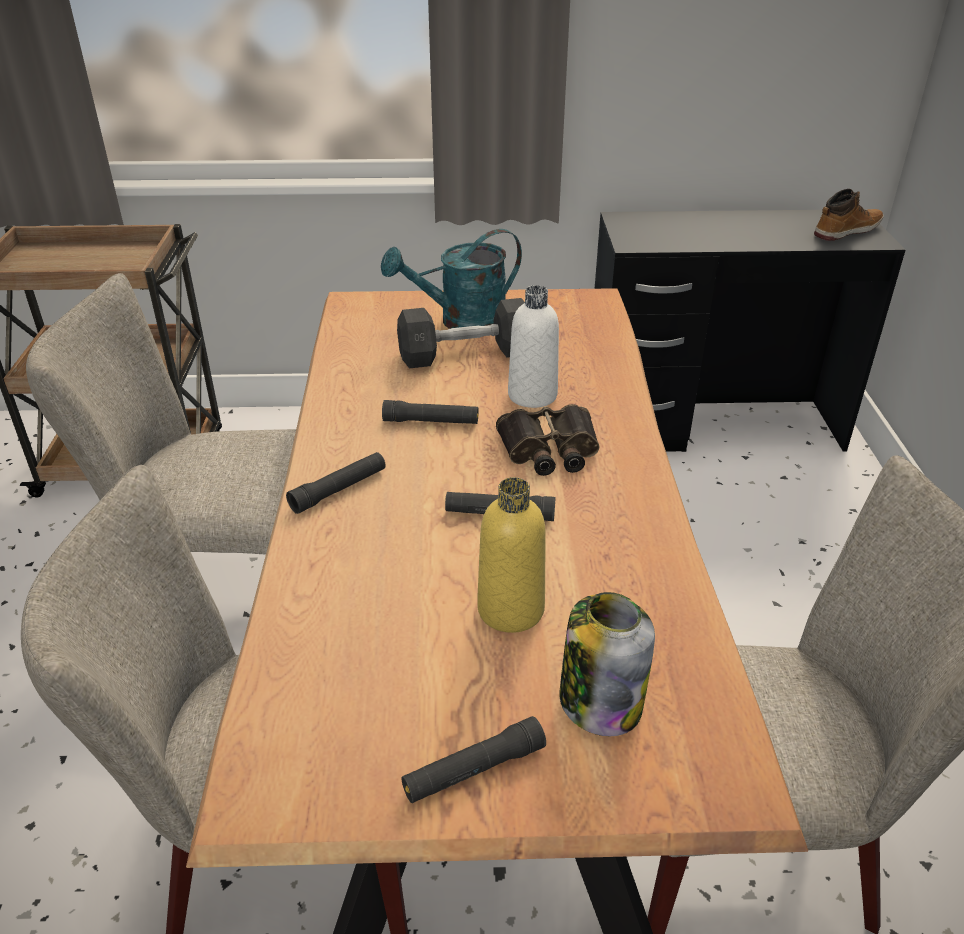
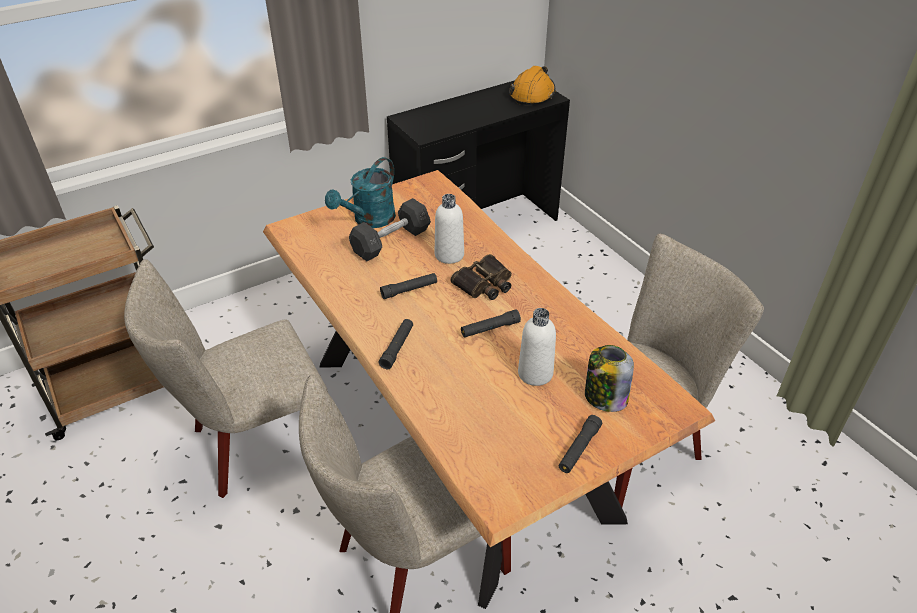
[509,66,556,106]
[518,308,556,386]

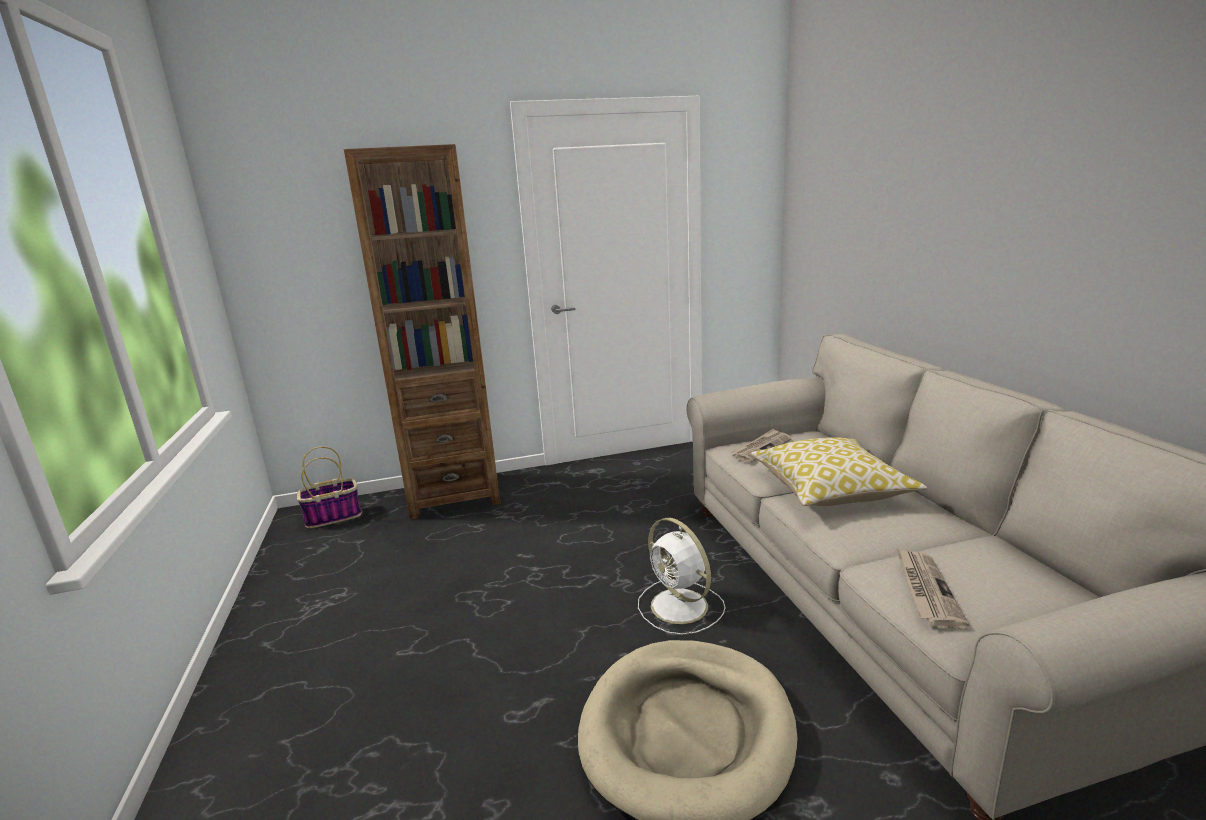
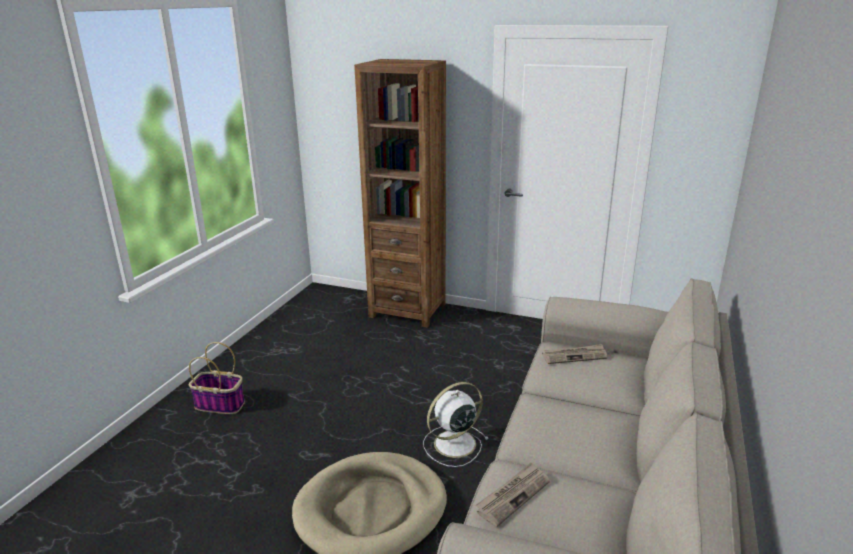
[750,437,927,506] (first image)
[189,342,245,414]
[423,382,488,467]

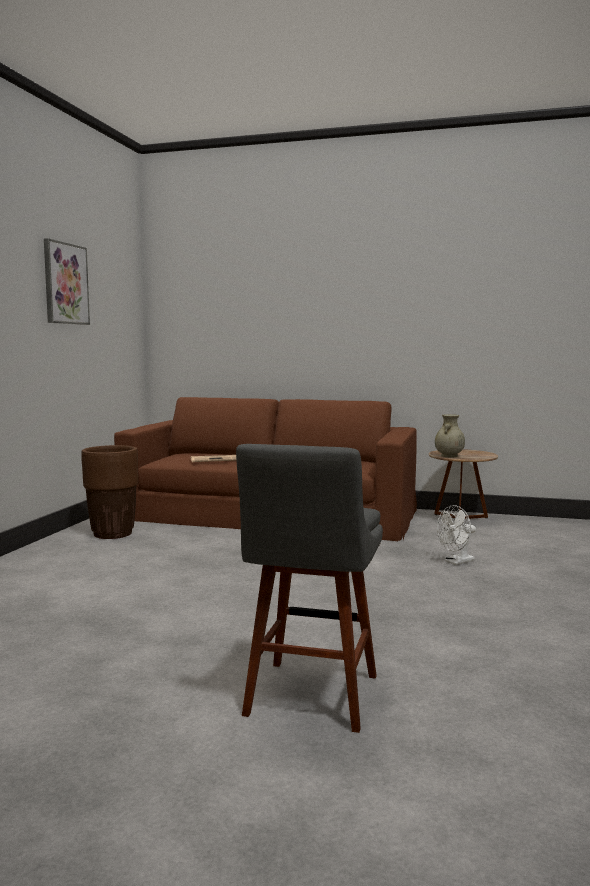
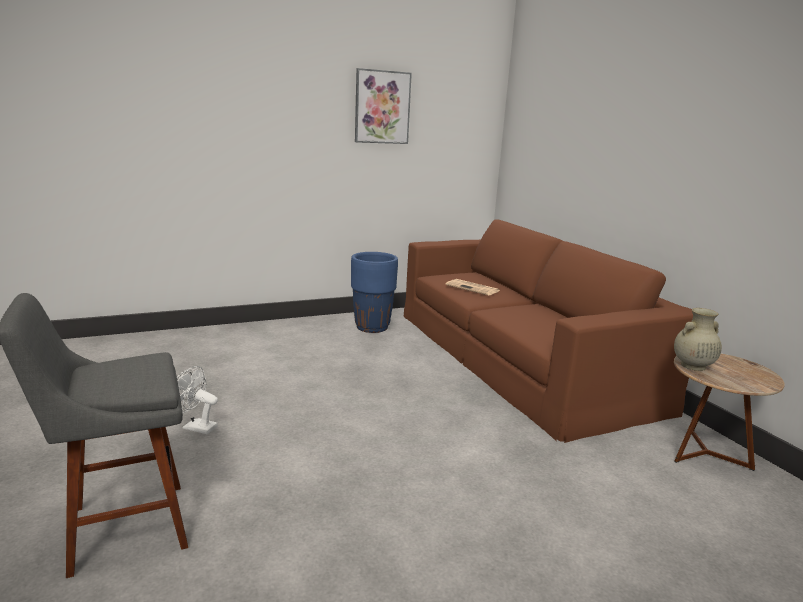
[351,252,398,333]
[177,366,218,434]

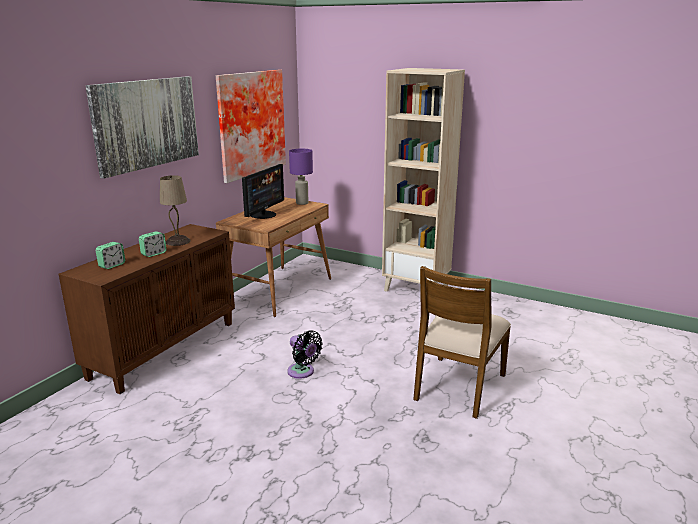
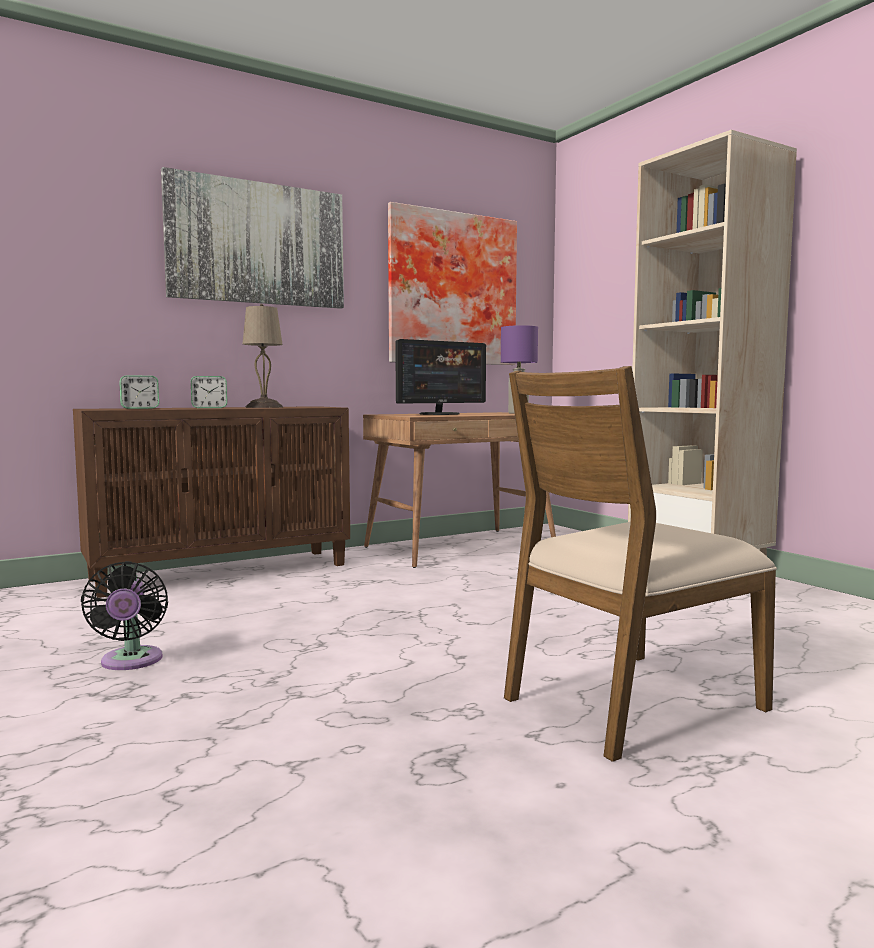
[81,561,168,670]

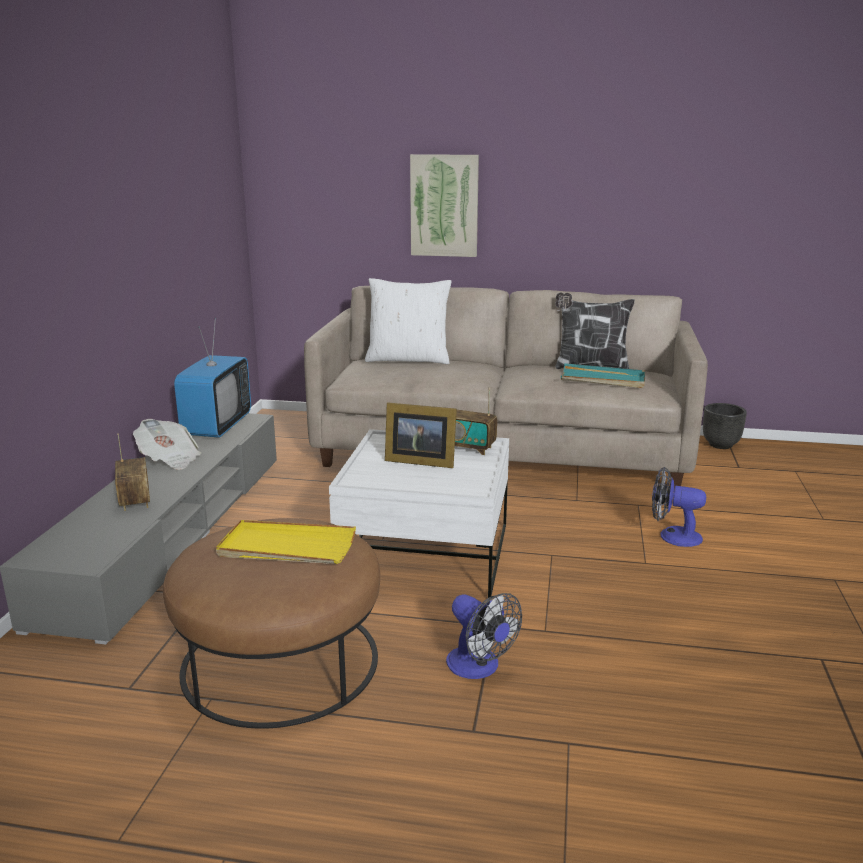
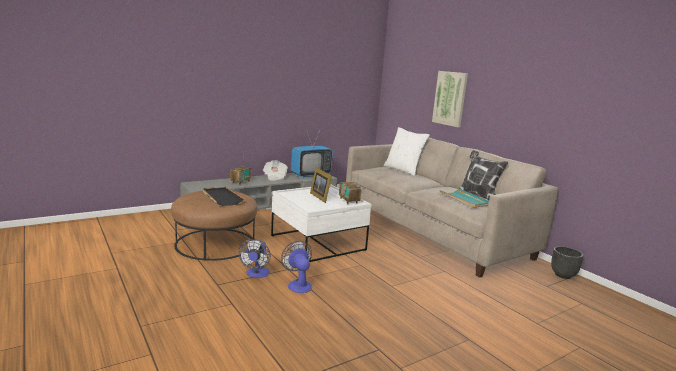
[281,241,312,293]
[203,187,244,206]

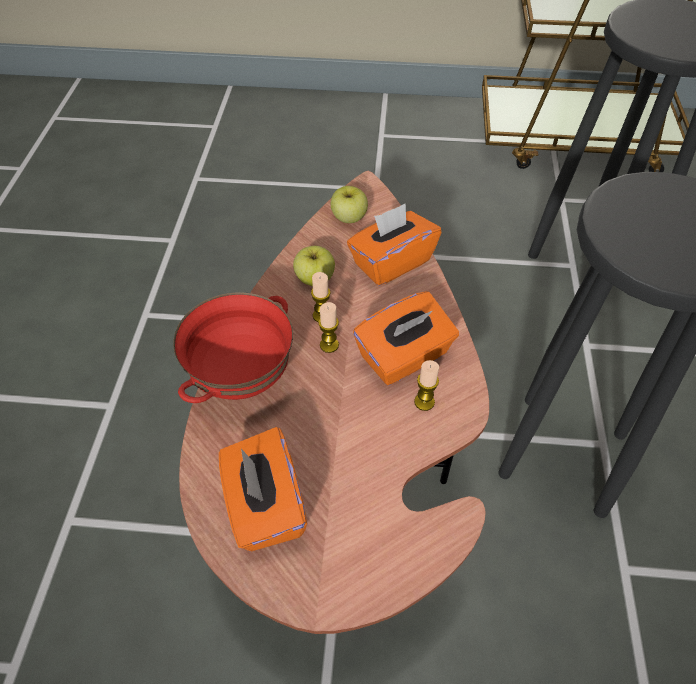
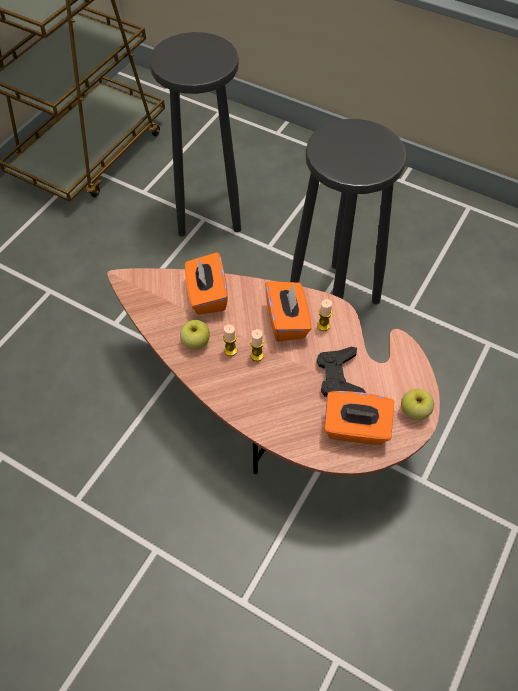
[401,389,434,420]
[173,292,293,403] (first image)
[316,347,366,397]

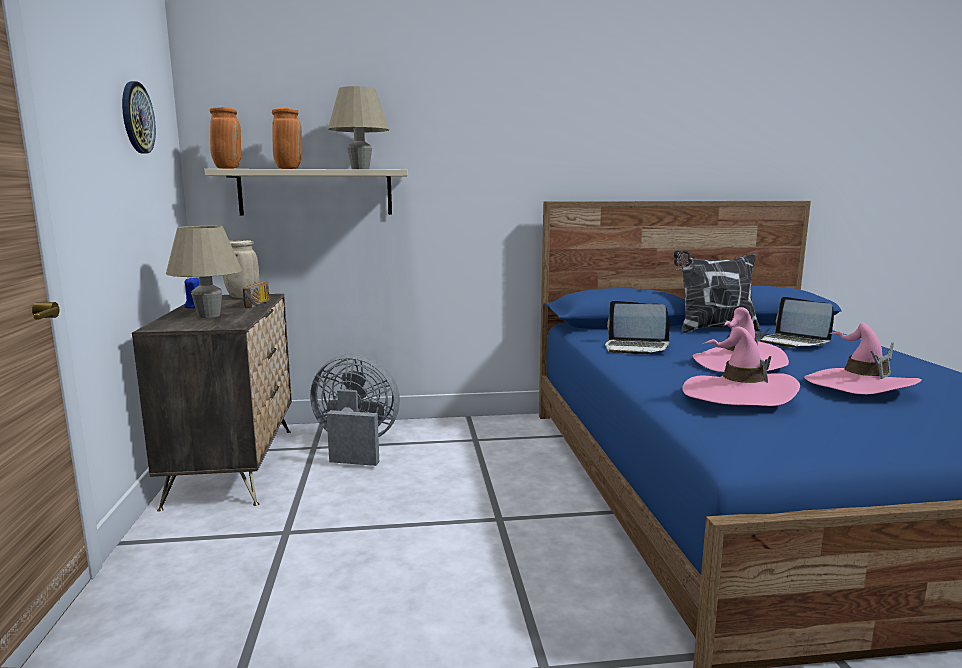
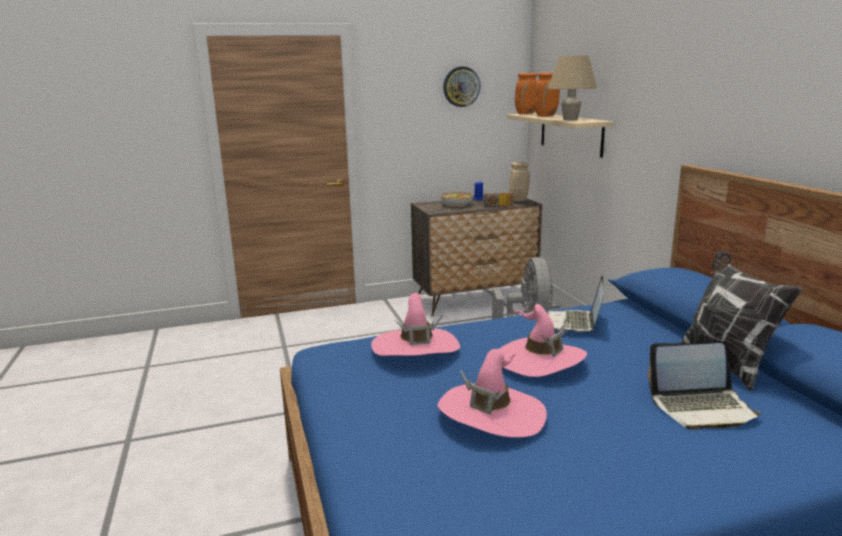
[441,192,473,207]
[647,343,761,430]

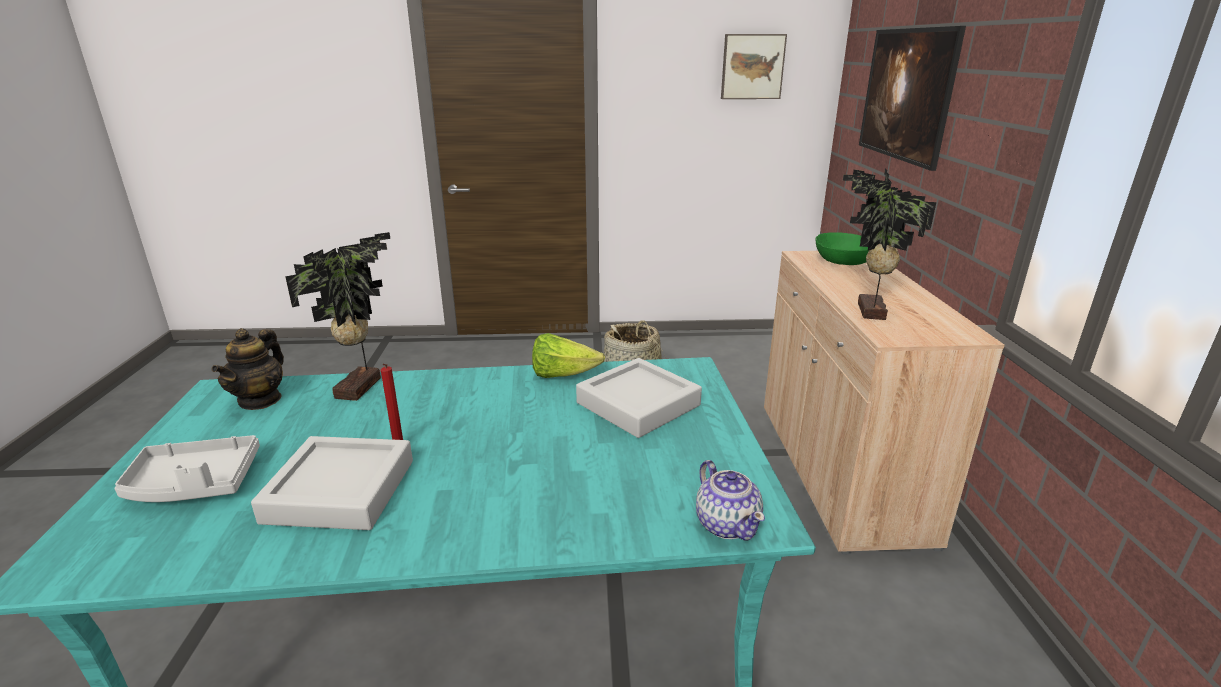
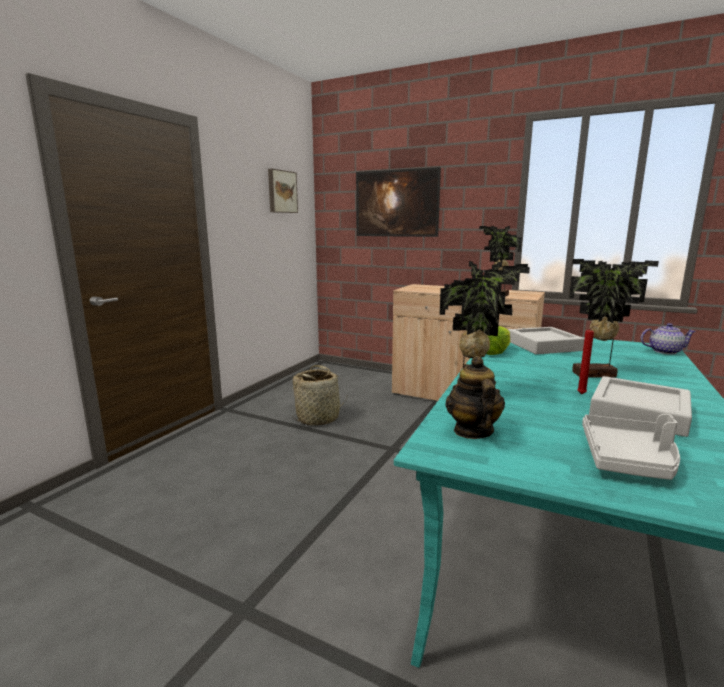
[816,232,869,265] (first image)
[445,356,505,439]
[569,259,659,378]

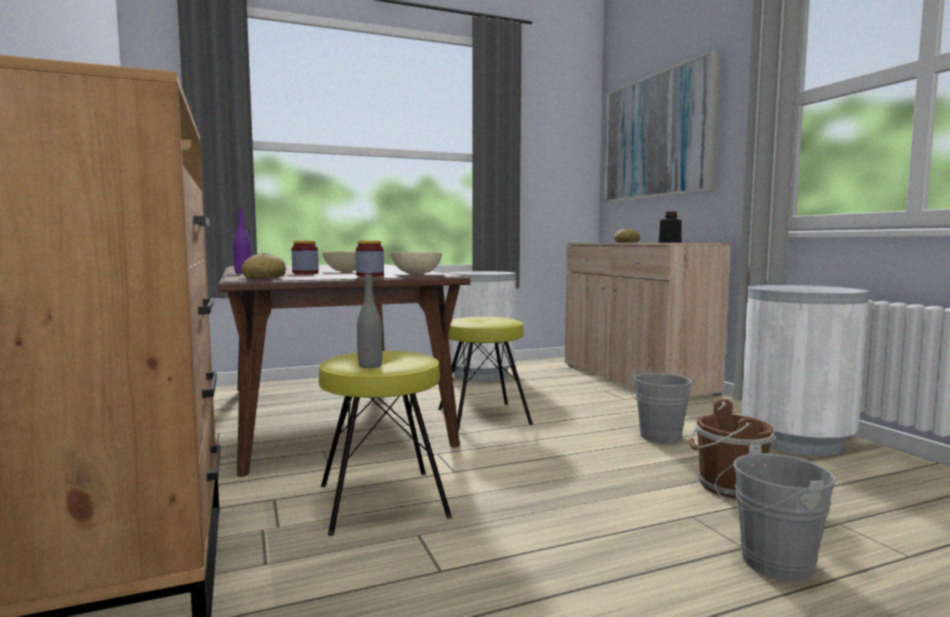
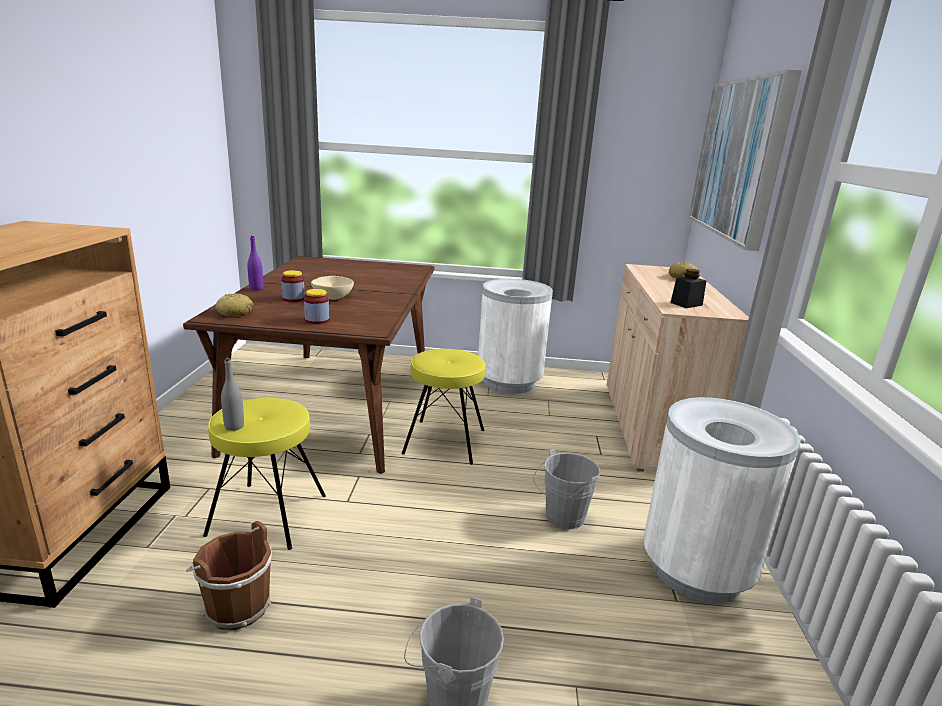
[391,252,442,274] (first image)
[186,521,272,630]

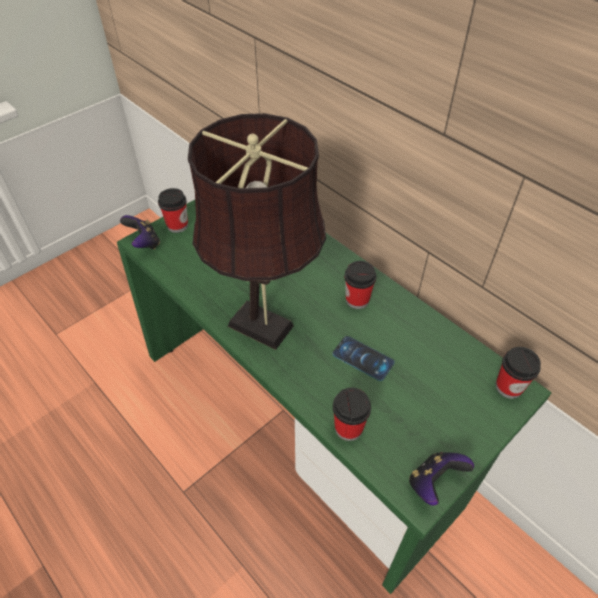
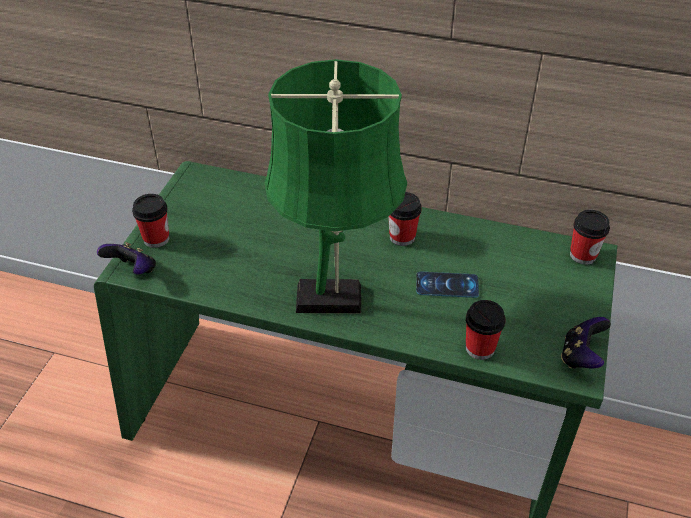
[265,59,407,313]

